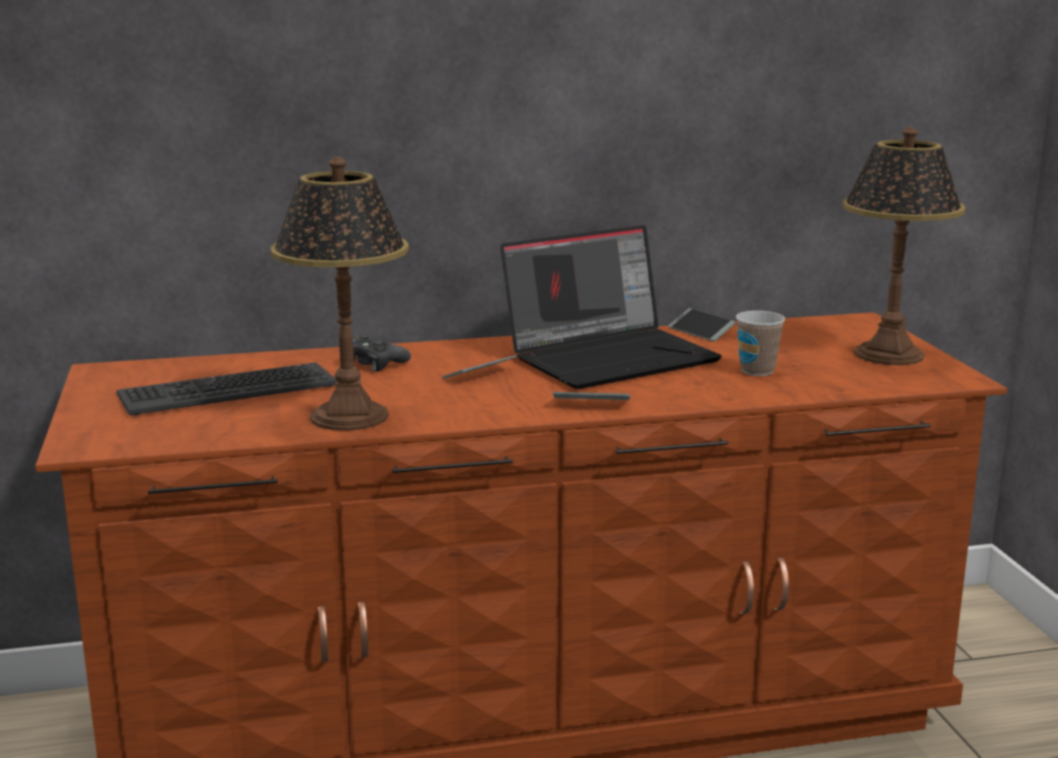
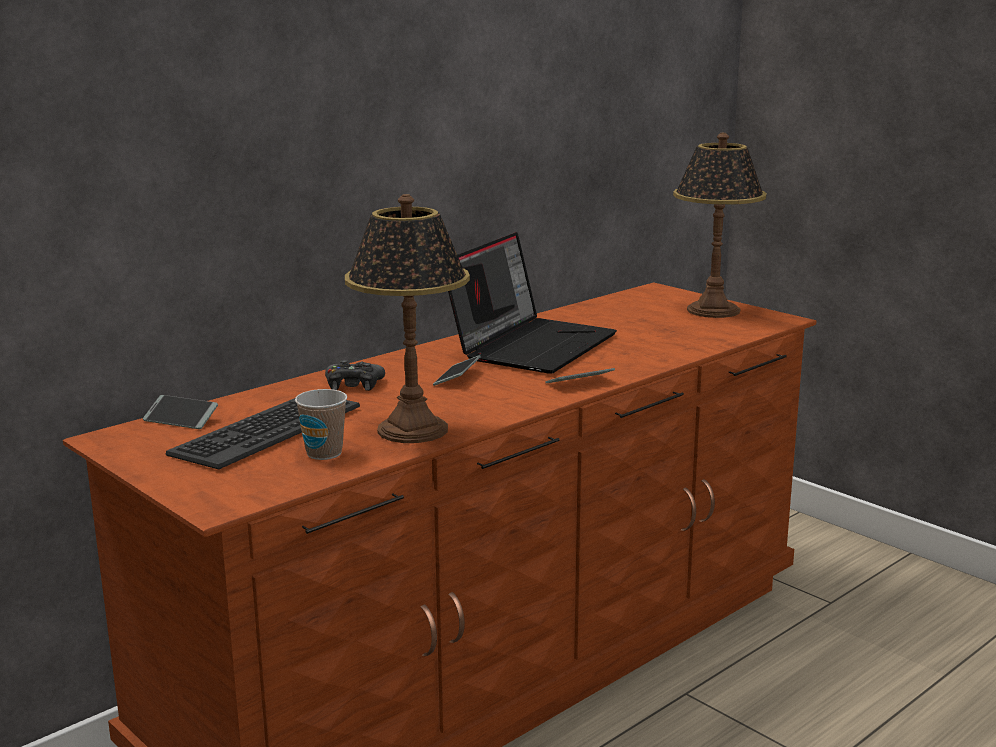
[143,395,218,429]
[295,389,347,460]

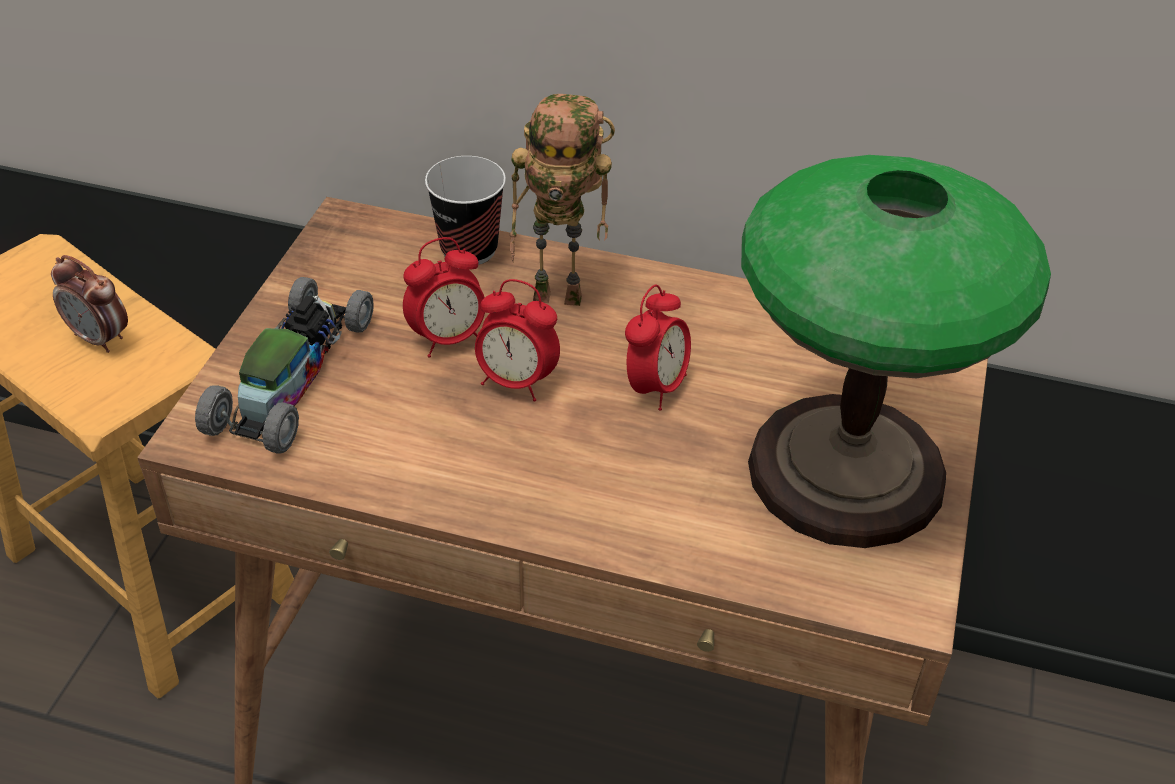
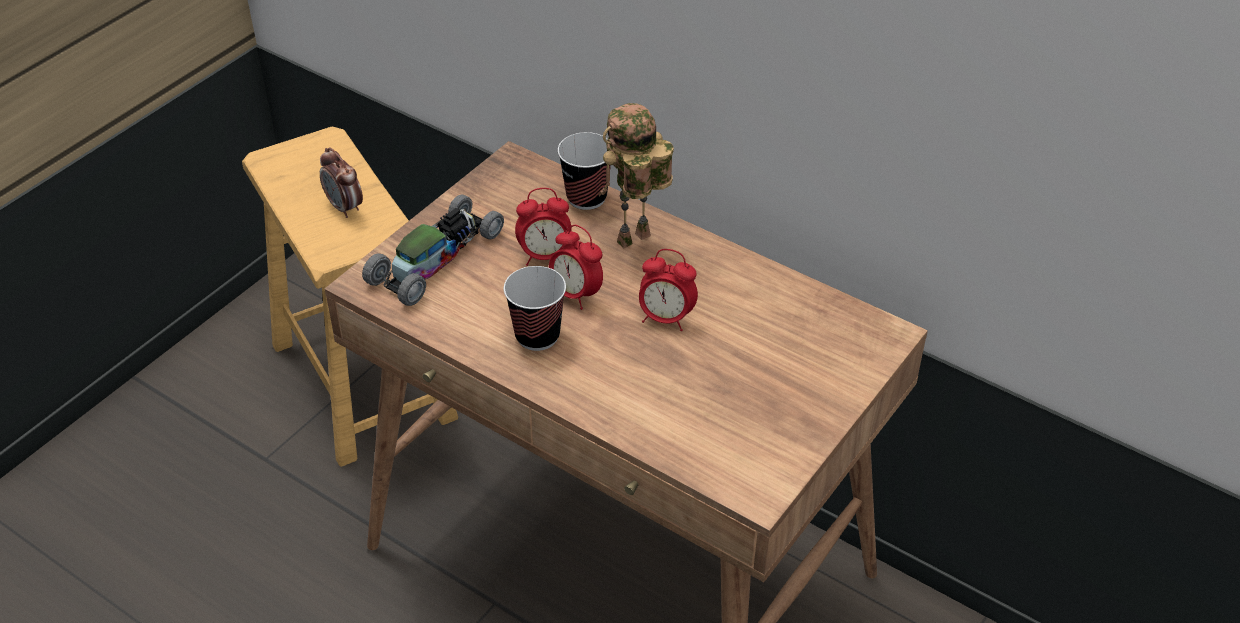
[598,103,674,249]
[741,155,1051,548] (first image)
[639,249,698,331]
[504,266,566,351]

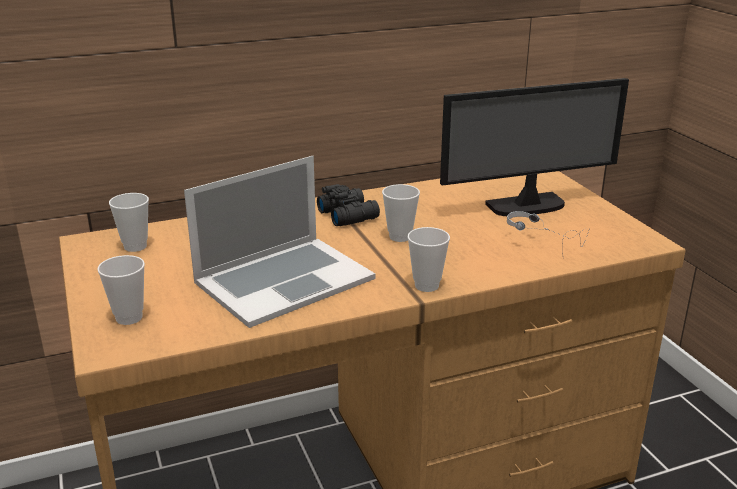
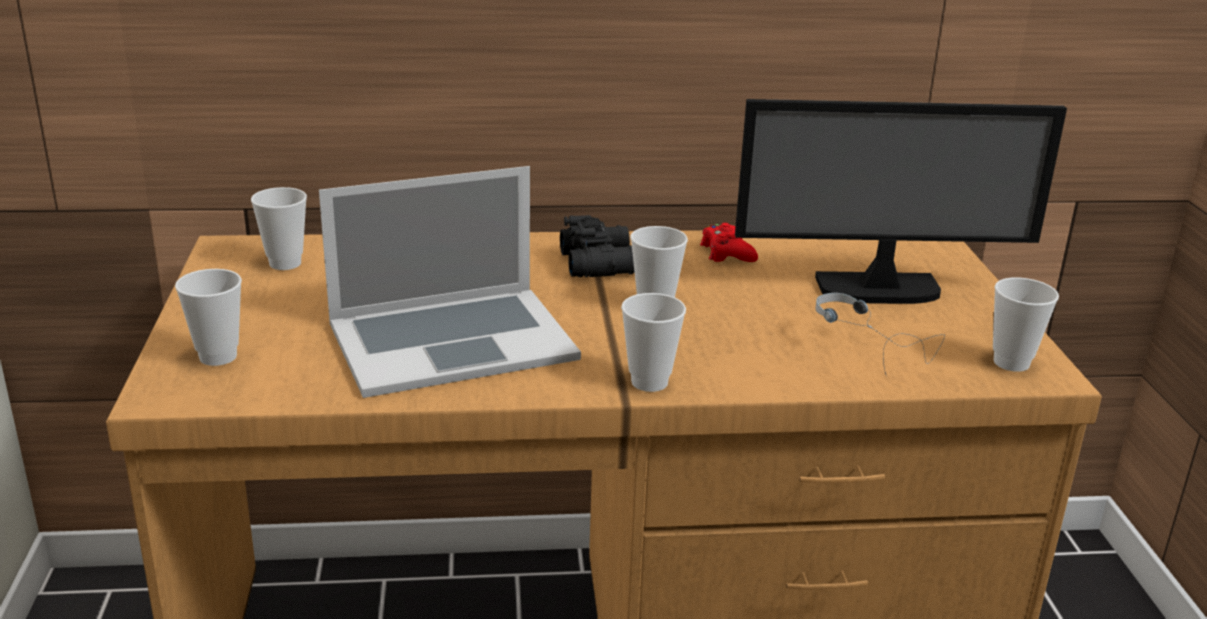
[700,223,758,262]
[993,277,1059,372]

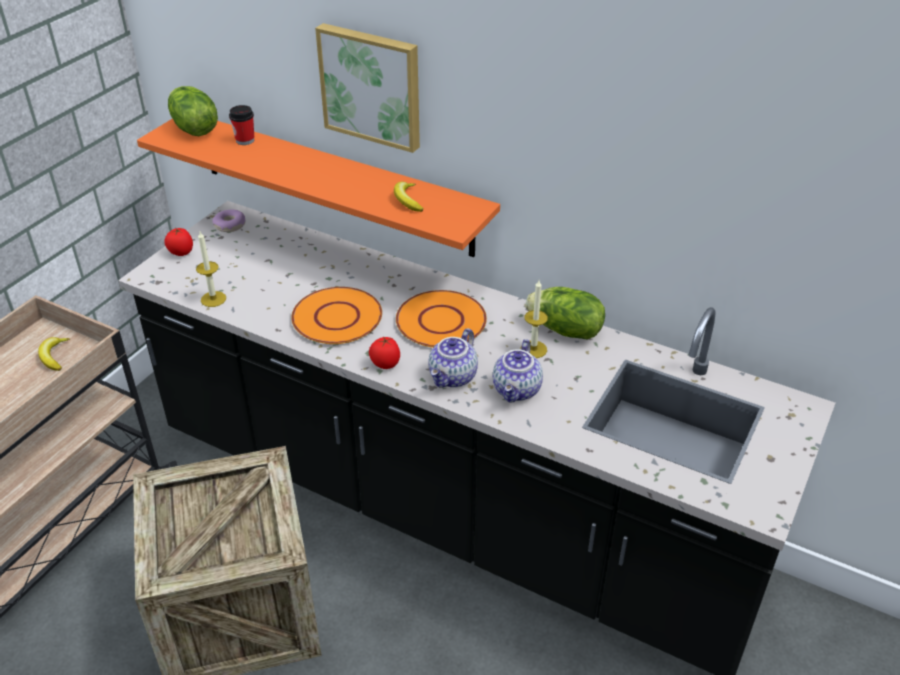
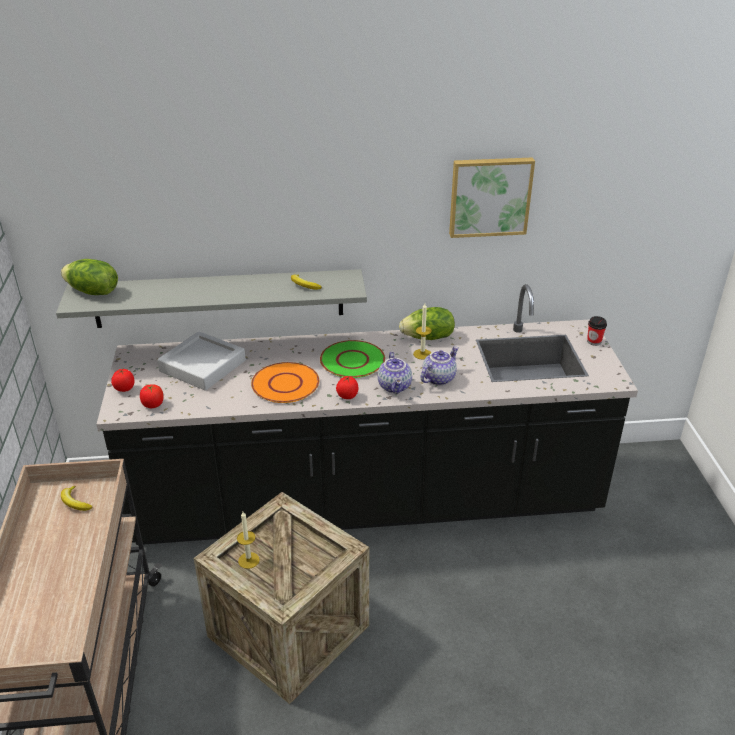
[449,157,535,238]
[587,316,607,346]
[56,269,367,328]
[212,209,246,232] (first image)
[237,512,260,569]
[320,340,385,378]
[421,347,459,385]
[157,331,246,391]
[140,384,163,408]

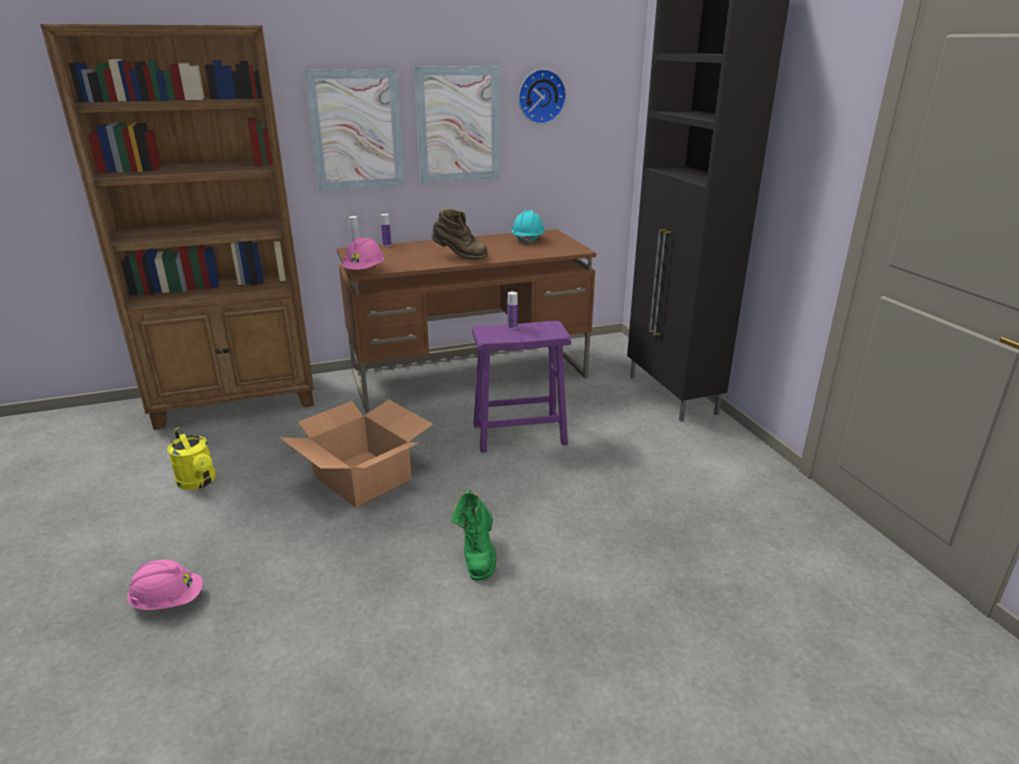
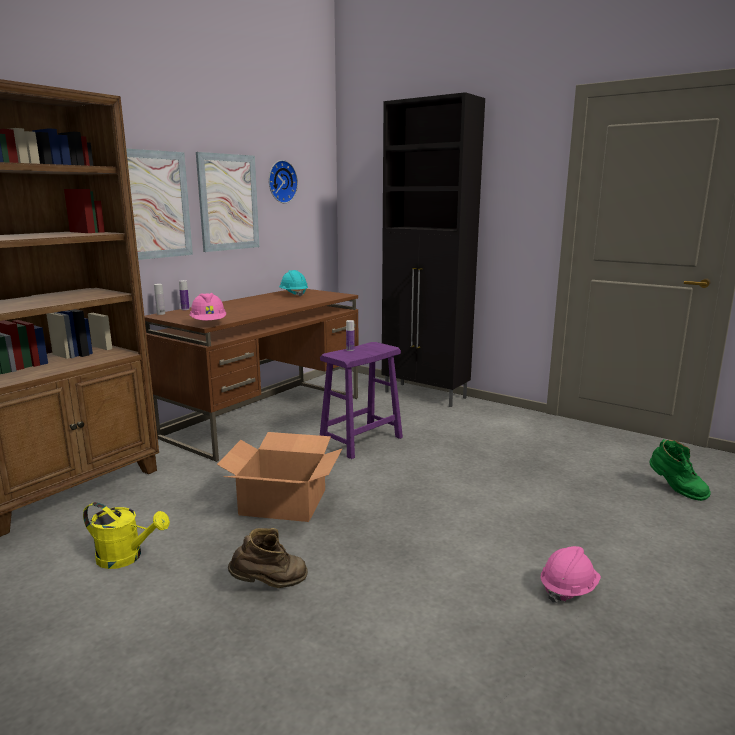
[228,528,308,588]
[649,439,711,501]
[541,546,601,603]

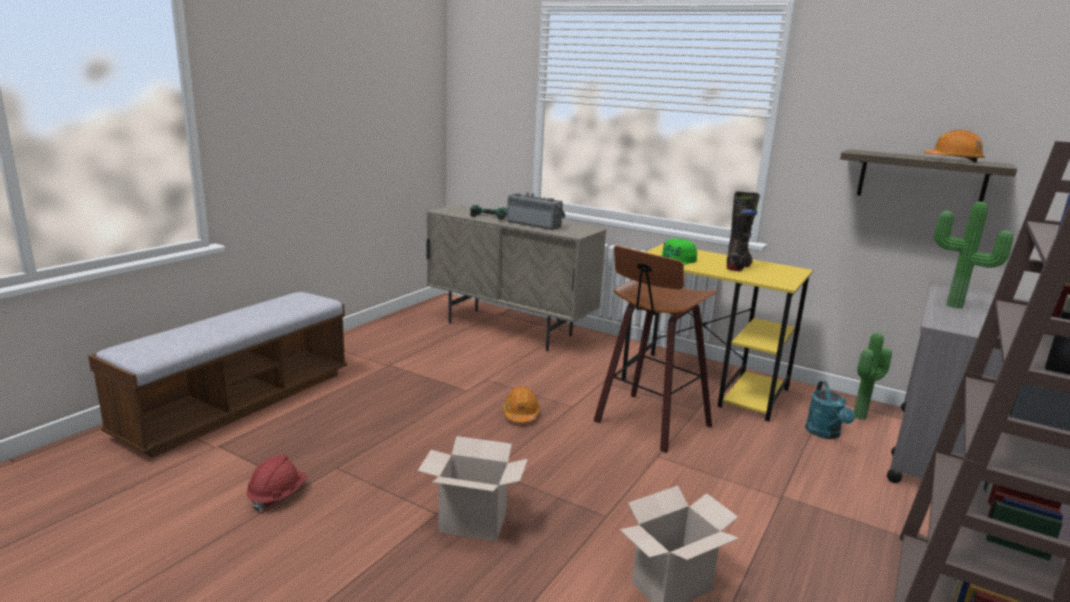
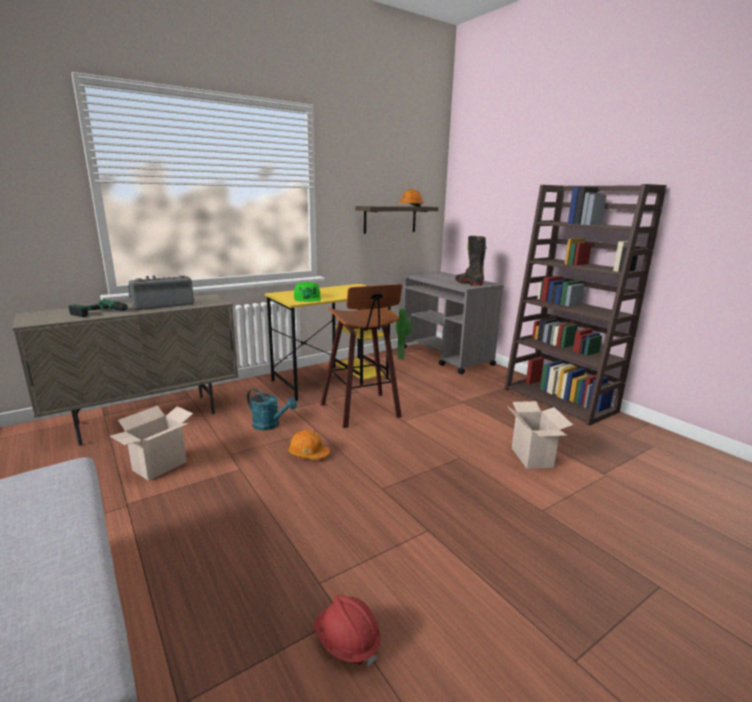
[455,236,487,286]
[934,202,1014,309] (first image)
[247,389,297,430]
[110,406,193,481]

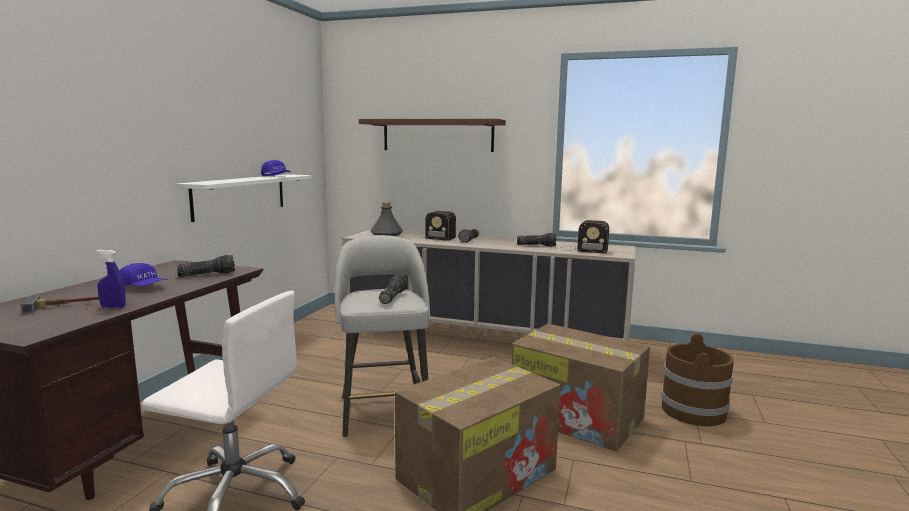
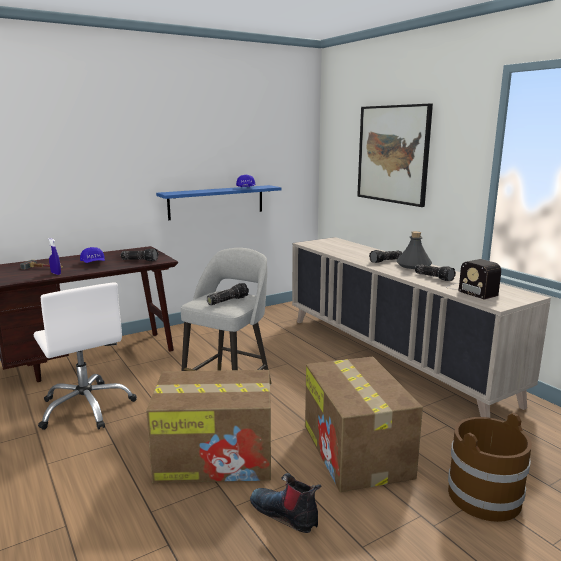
[357,104,433,207]
[156,185,282,220]
[396,231,432,269]
[414,211,456,241] (first image)
[250,473,322,533]

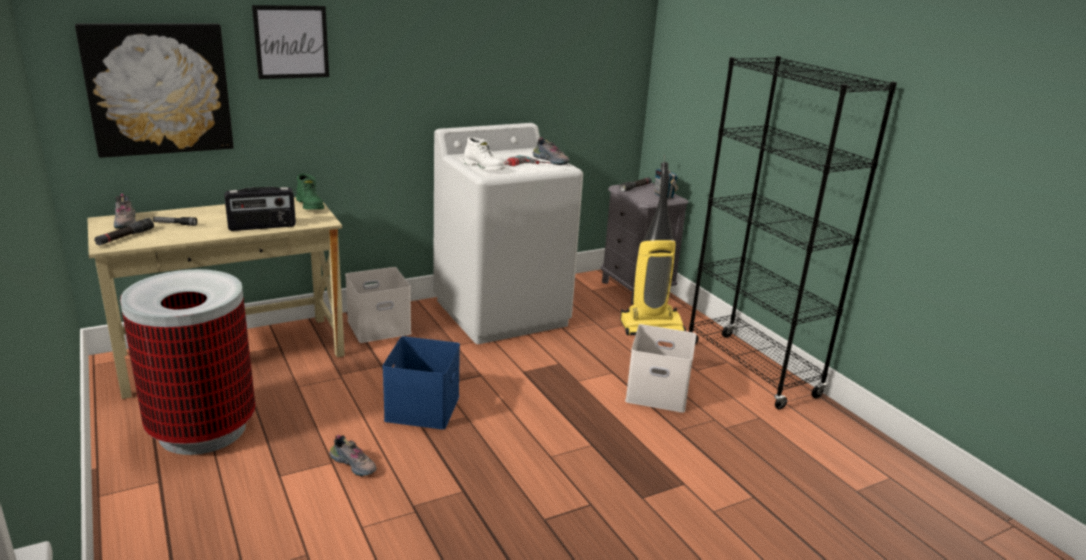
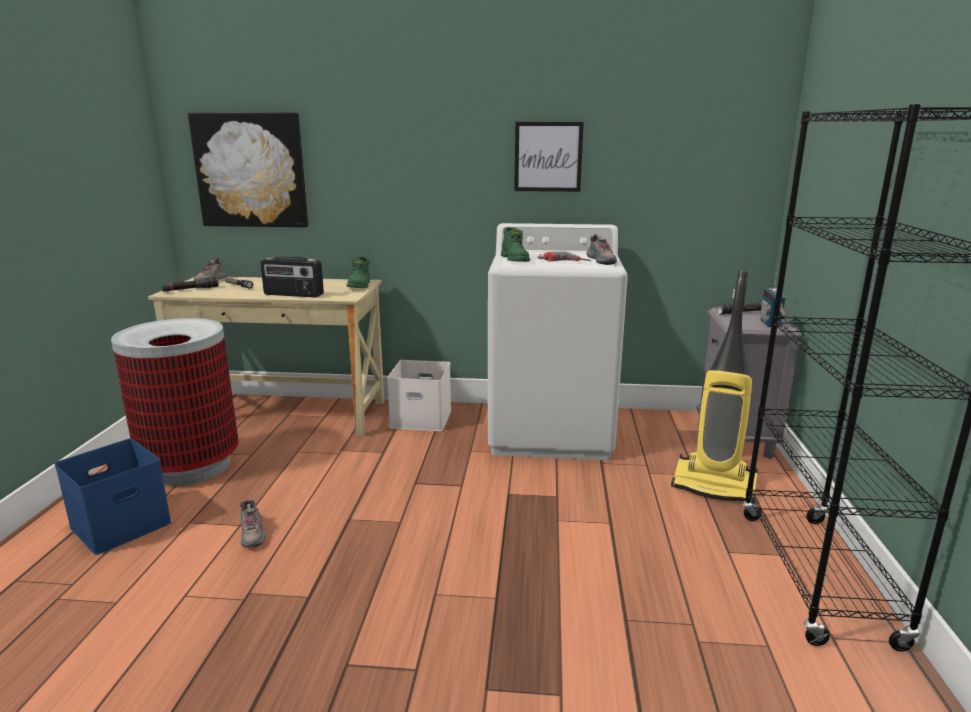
[514,122,584,192]
[501,227,530,262]
[625,324,696,413] (first image)
[54,439,172,555]

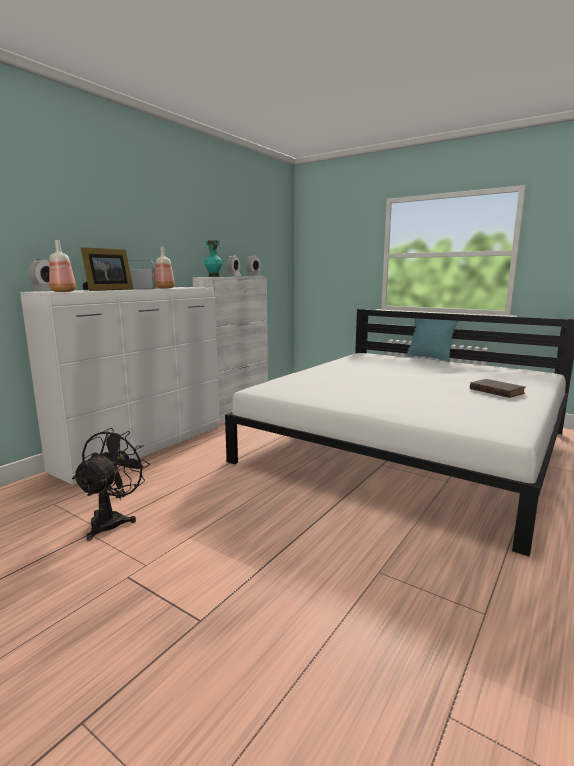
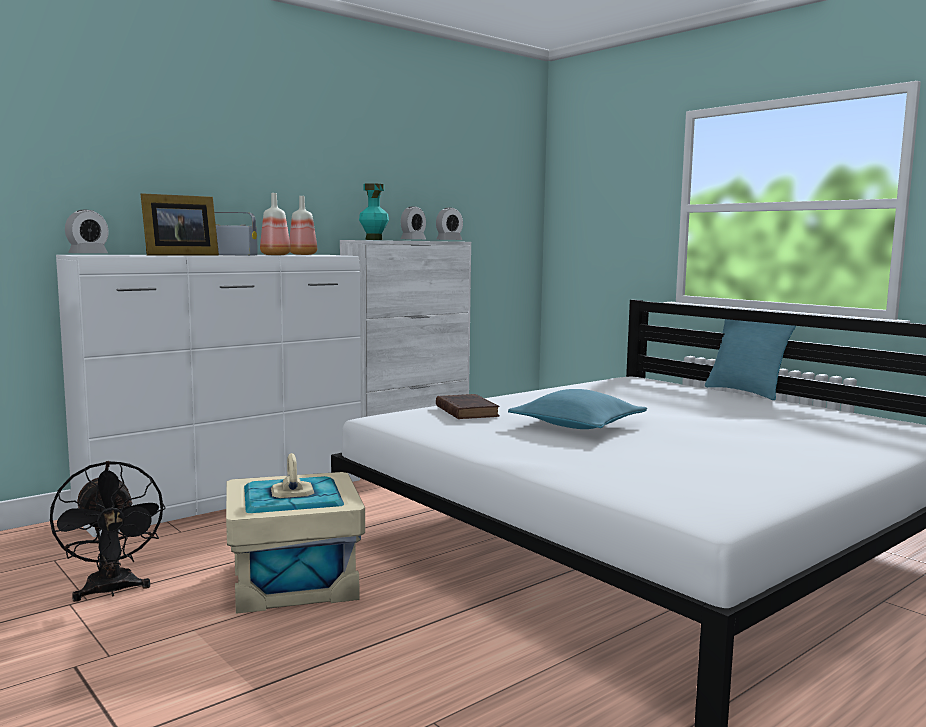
[289,196,317,255]
[436,394,500,419]
[50,461,166,602]
[508,389,647,429]
[226,453,365,614]

